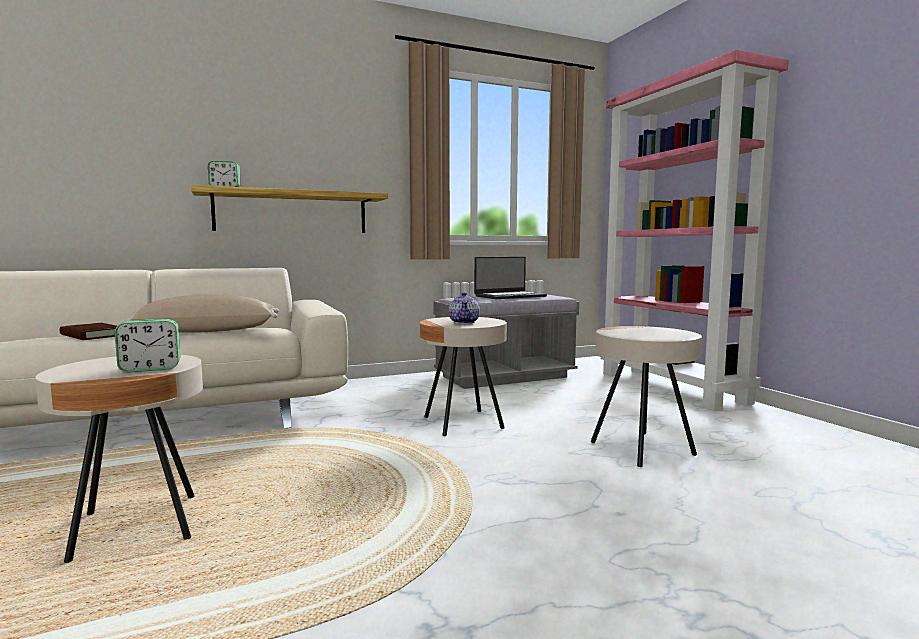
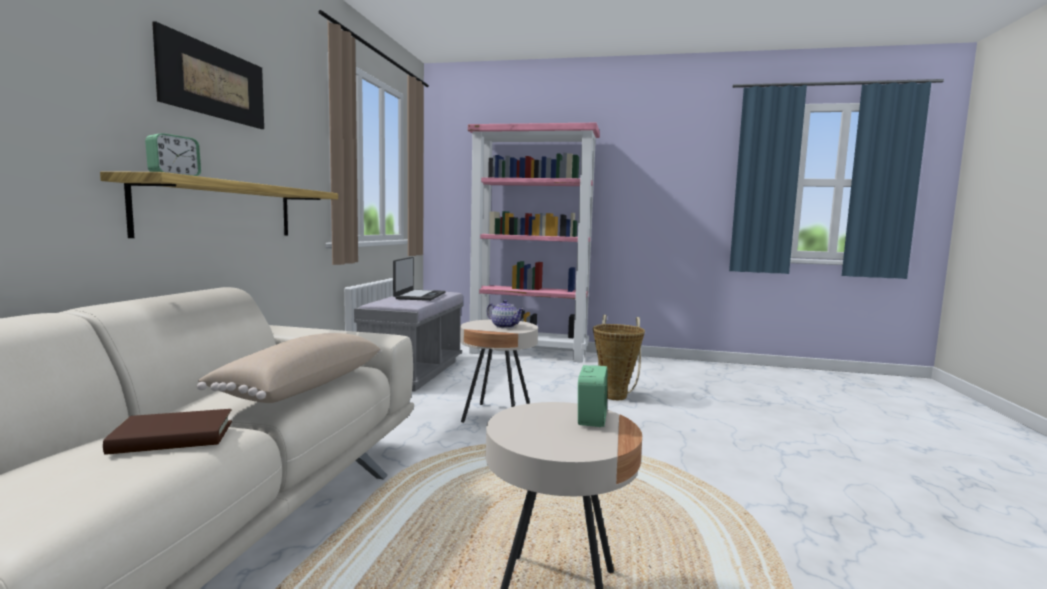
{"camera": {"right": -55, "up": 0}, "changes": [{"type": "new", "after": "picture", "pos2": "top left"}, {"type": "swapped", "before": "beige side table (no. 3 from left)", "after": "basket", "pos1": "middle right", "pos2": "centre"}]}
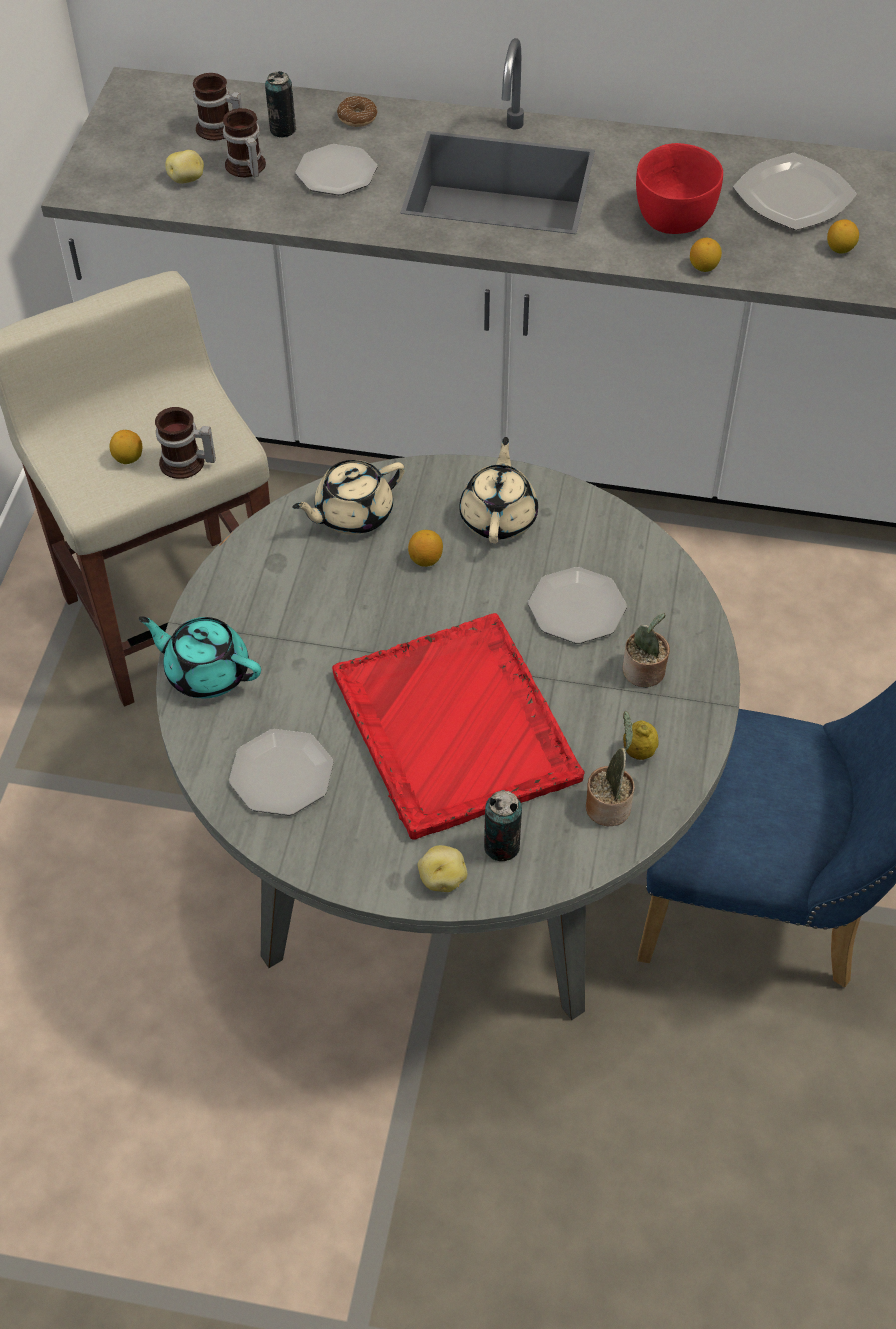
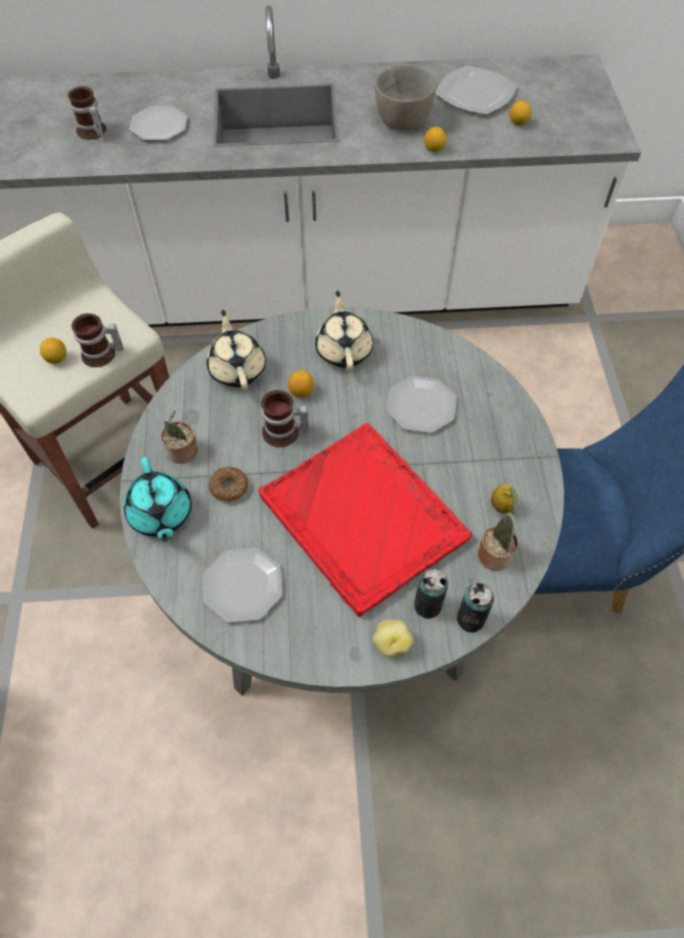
{"camera": {"right": -15, "up": 5}, "changes": [{"type": "gone", "before": "potato (no. 1 from left)", "pos1": "top left"}, {"type": "shifted", "before": "mug (no. 2 from left in the first image)", "after": "mug (no. 3 from left)", "pos1": "top left", "pos2": "centre"}, {"type": "shifted", "before": "can (no. 1 from left in the first image)", "after": "can (no. 2 from left)", "pos1": "top left", "pos2": "middle right"}, {"type": "shifted", "before": "donut", "pos1": "top centre", "pos2": "centre"}, {"type": "shifted", "before": "potted plant (no. 2 from left in the first image)", "after": "potted plant (no. 1 from left)", "pos1": "middle right", "pos2": "middle left"}, {"type": "repainted", "before": "red bowl", "after": "grey bowl", "pos1": "top right", "pos2": "top centre"}, {"type": "rotated", "before": "turquoise teapot", "pos1": "middle left", "pos2": "middle left", "turn": -120}, {"type": "rotated", "before": "beige teapot (no. 1 from left)", "pos1": "centre", "pos2": "centre", "turn": 120}]}
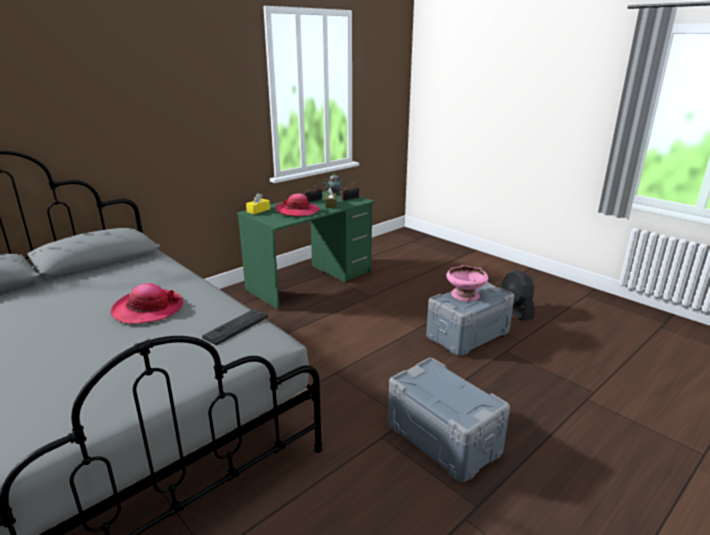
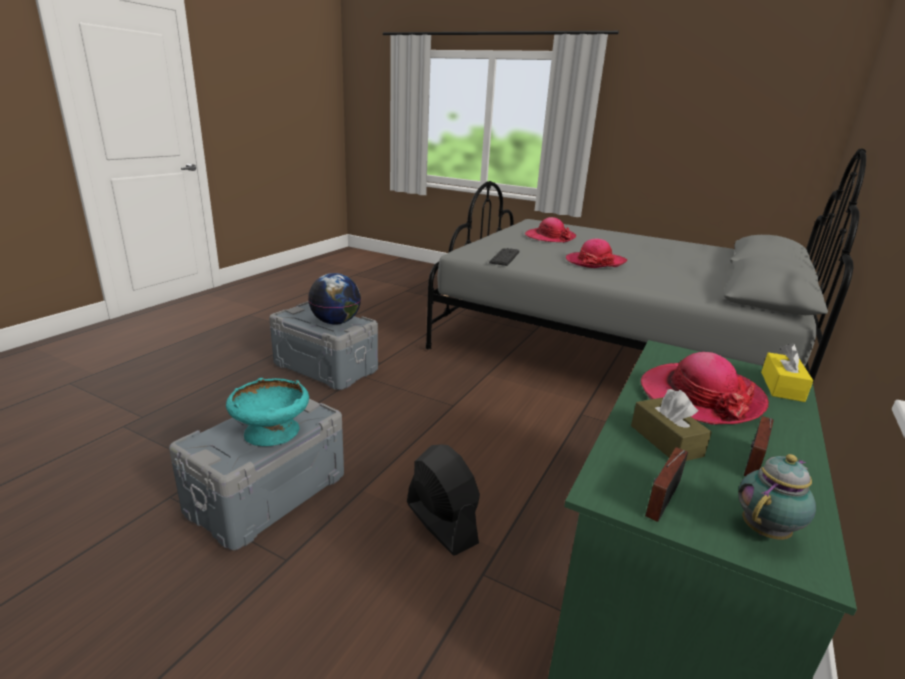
{"camera": {"right": 160, "up": 0}, "changes": [{"type": "new", "after": "globe", "pos2": "centre"}, {"type": "new", "after": "hat (no. 1 from left)", "pos2": "centre"}, {"type": "shifted", "before": "black fan", "pos1": "middle right", "pos2": "bottom centre"}, {"type": "repainted", "before": "pink bowl", "after": "turquoise bowl", "pos1": "centre", "pos2": "middle left"}]}
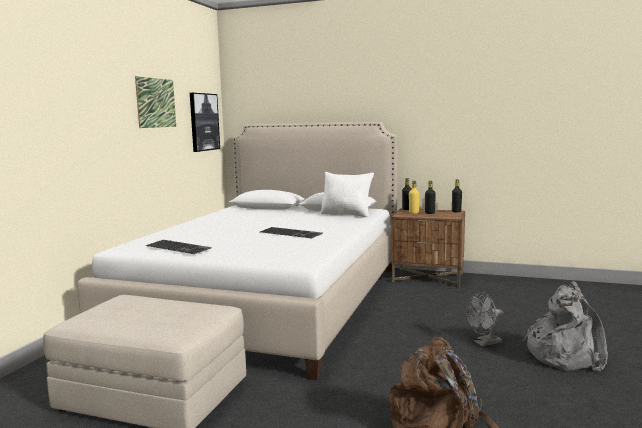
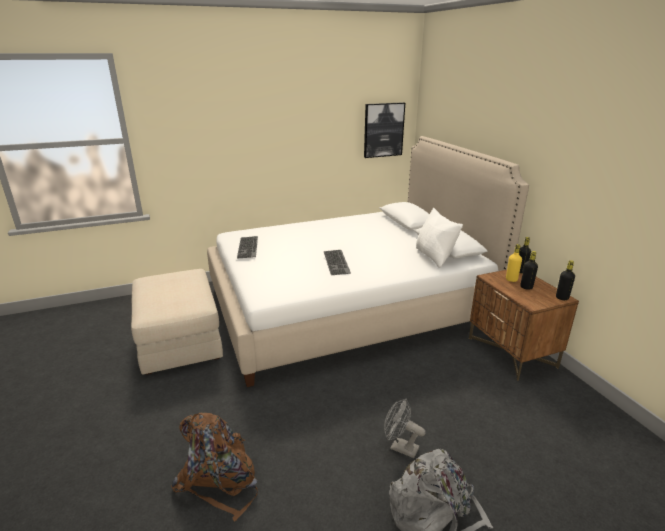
{"camera": {"right": 50, "up": 15}, "changes": [{"type": "gone", "before": "picture (no. 1 from left)", "pos1": "top left"}]}
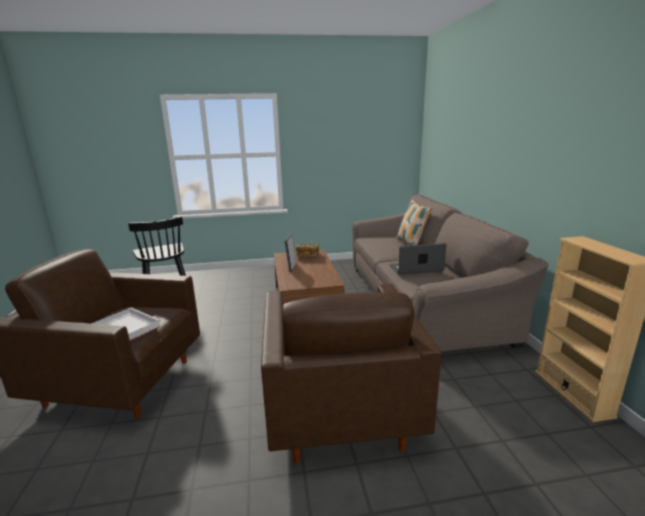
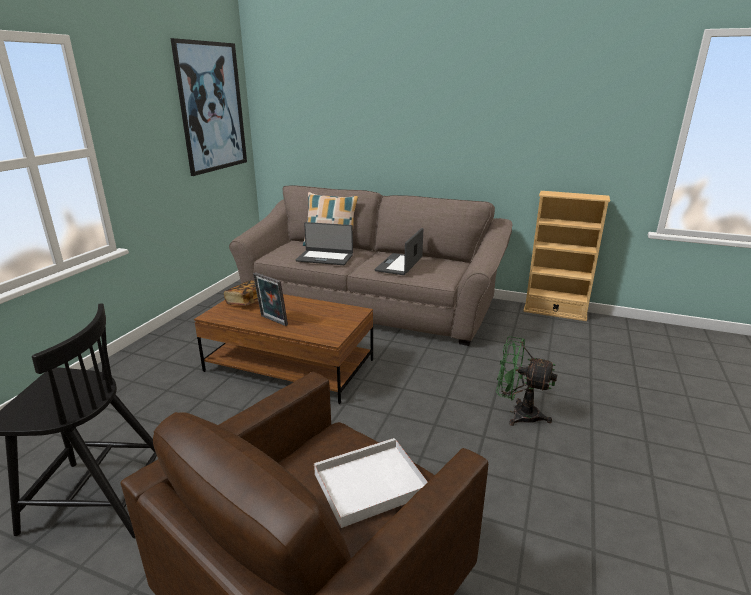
{"camera": {"right": -60, "up": 5}, "changes": [{"type": "new", "after": "picture", "pos2": "top left"}, {"type": "new", "after": "laptop (no. 1 from left)", "pos2": "centre"}, {"type": "swapped", "before": "brown armchair (no. 2 from left)", "after": "green fan", "pos1": "bottom centre", "pos2": "middle right"}]}
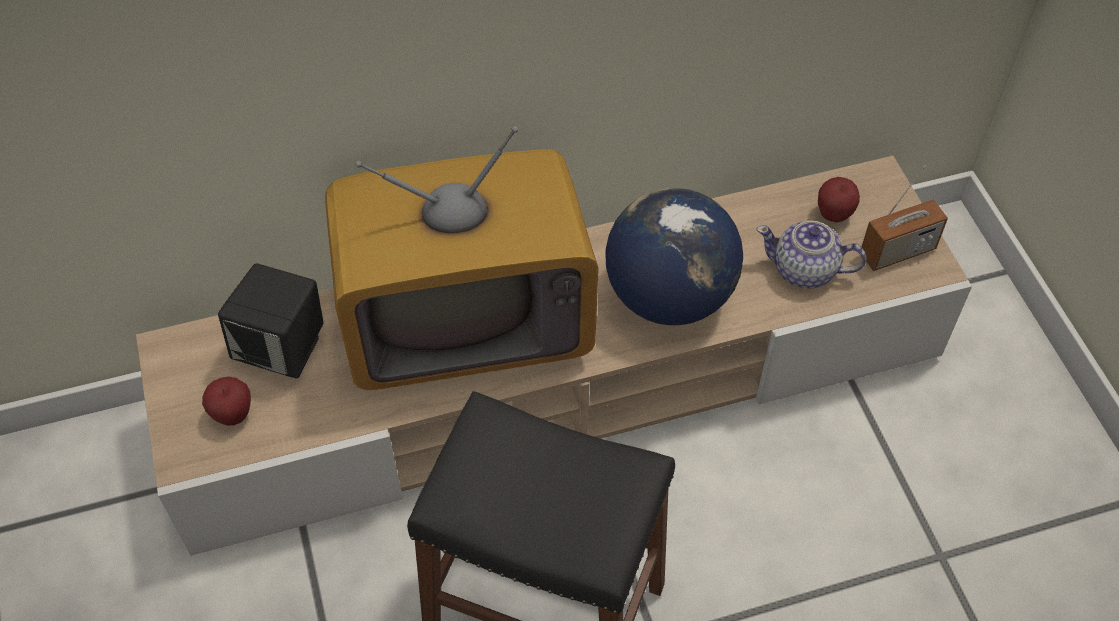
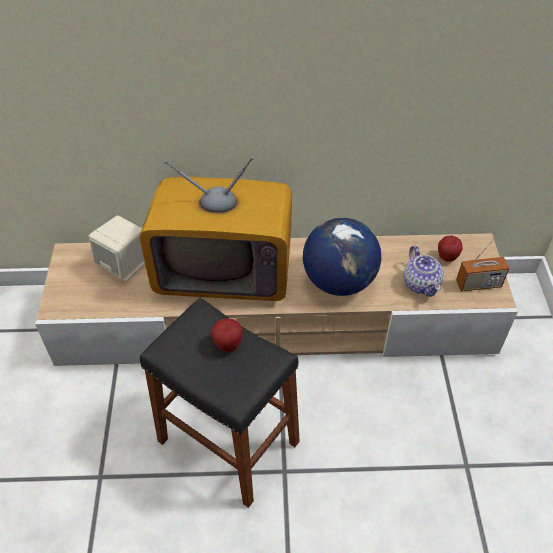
{"camera": {"right": 15, "up": -5}, "changes": [{"type": "shifted", "before": "apple (no. 1 from left)", "pos1": "middle left", "pos2": "centre"}, {"type": "repainted", "before": "black speaker", "after": "beige speaker", "pos1": "middle left", "pos2": "middle left"}, {"type": "rotated", "before": "teapot", "pos1": "middle right", "pos2": "middle right", "turn": -135}]}
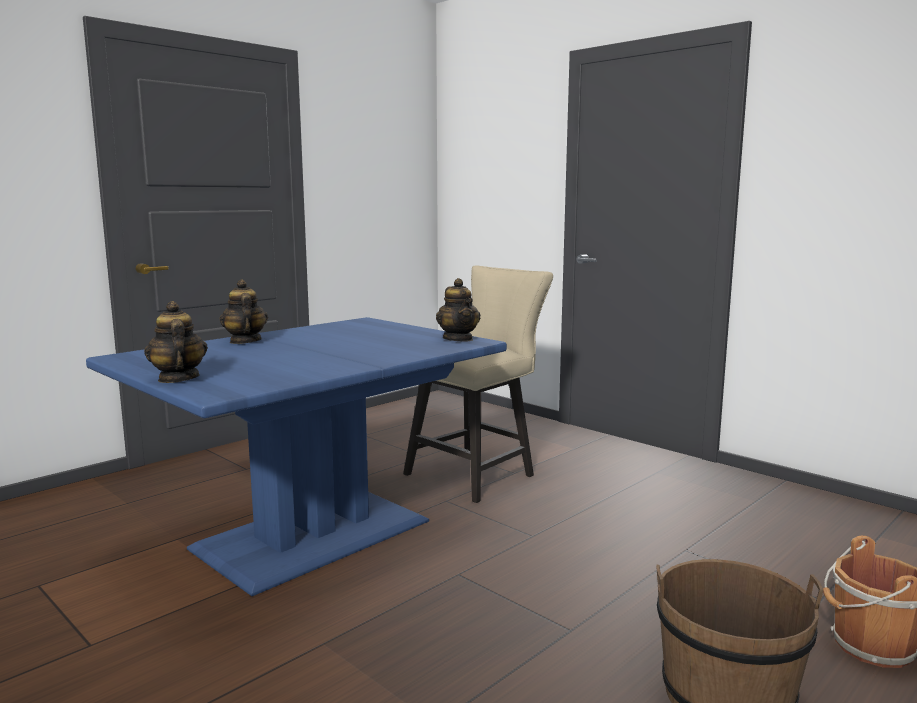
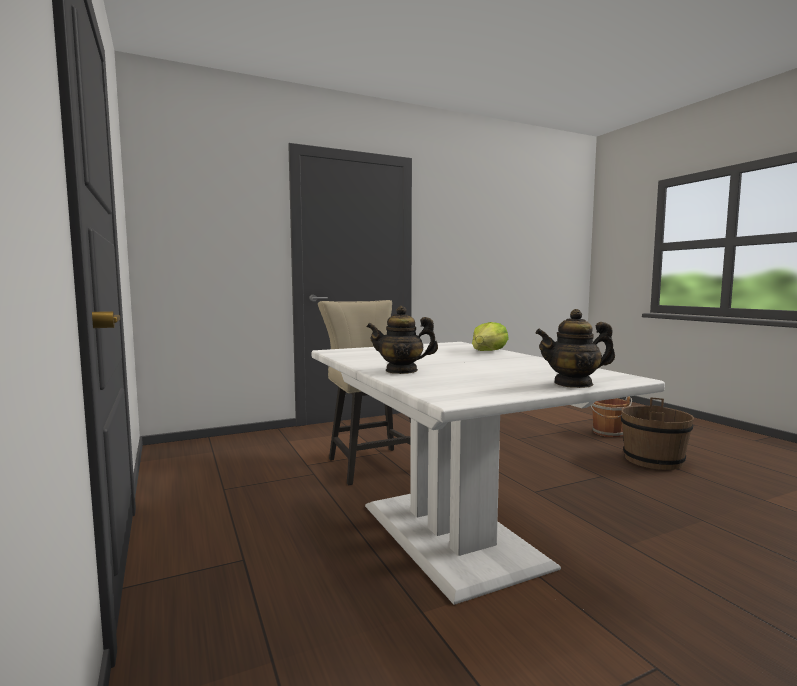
{"camera": {"right": -70, "up": -5}, "changes": [{"type": "gone", "before": "teapot (no. 3 from left)", "pos1": "centre"}, {"type": "new", "after": "lettuce", "pos2": "centre"}, {"type": "repainted", "before": "blue dining table", "after": "white dining table", "pos1": "middle left", "pos2": "bottom centre"}]}
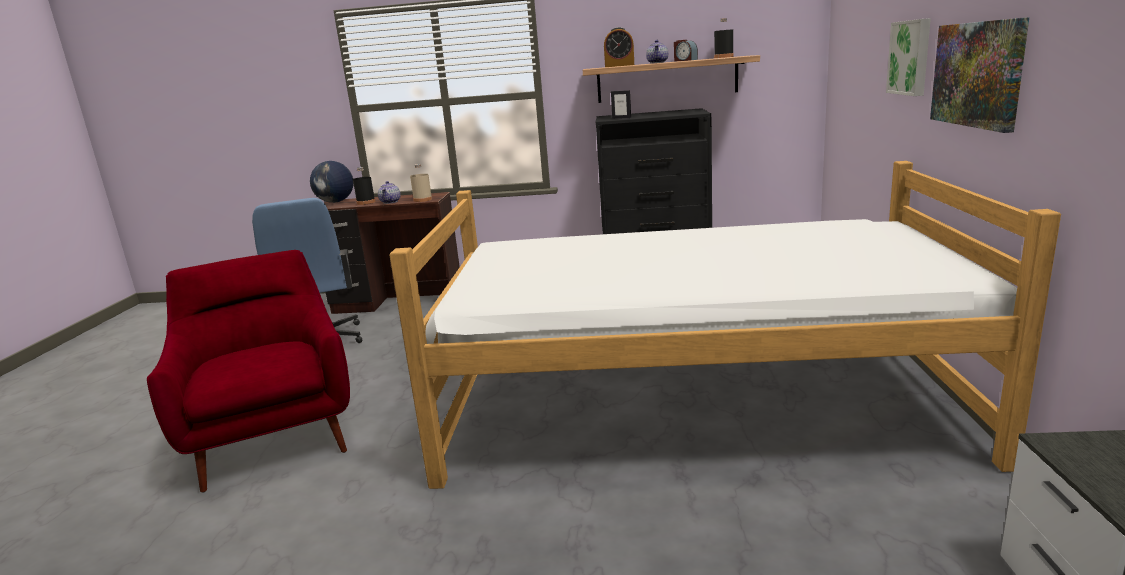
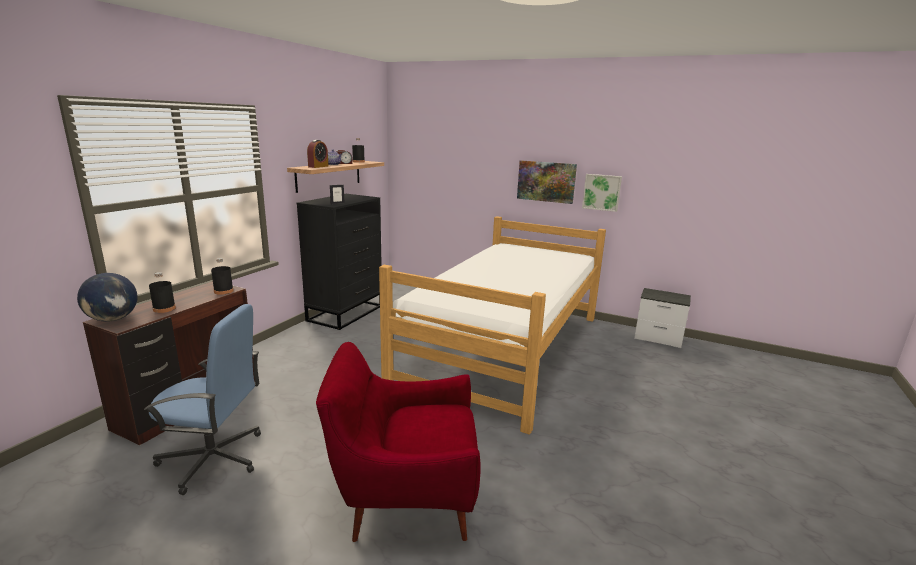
{"camera": {"right": -70, "up": 0}, "changes": [{"type": "gone", "before": "teapot (no. 1 from left)", "pos1": "centre"}, {"type": "shifted", "before": "picture (no. 1 from left in the first image)", "after": "picture (no. 2 from left)", "pos1": "top right", "pos2": "centre"}, {"type": "repainted", "before": "beige bottle", "after": "black bottle (no. 2 from left)", "pos1": "top centre", "pos2": "middle left"}]}
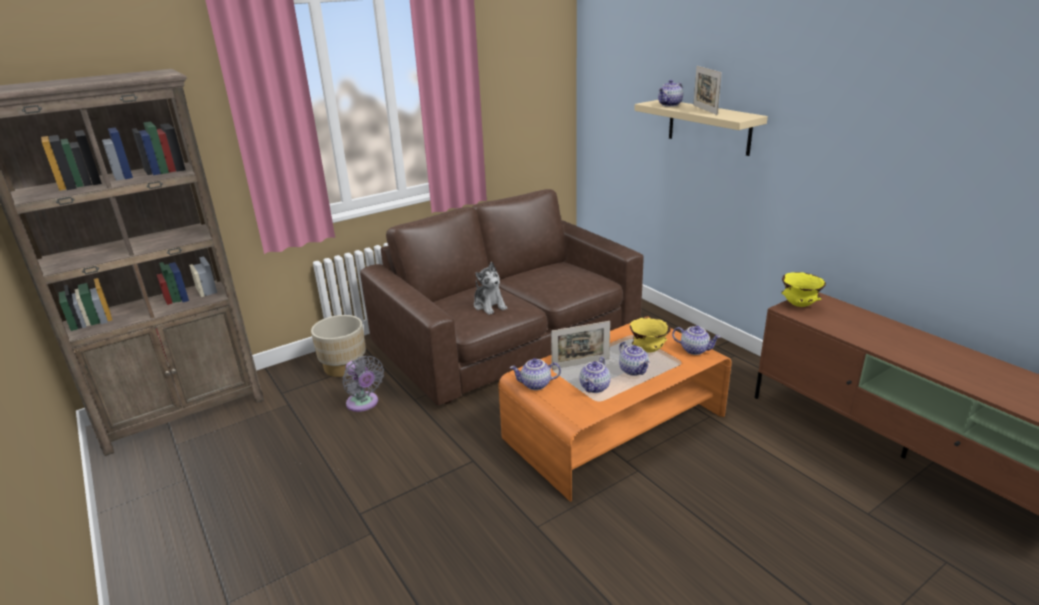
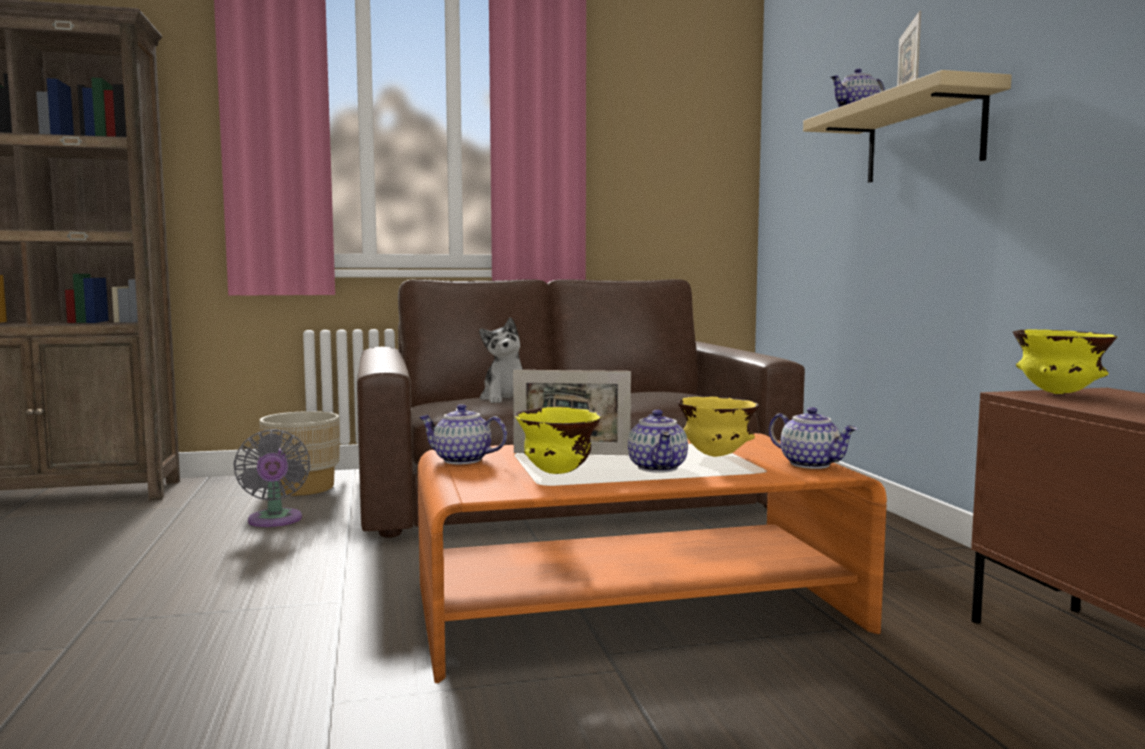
{"camera": {"right": 20, "up": -20}, "changes": [{"type": "swapped", "before": "teapot (no. 2 from left)", "after": "yellow bowl (no. 1 from left)", "pos1": "centre", "pos2": "centre"}]}
